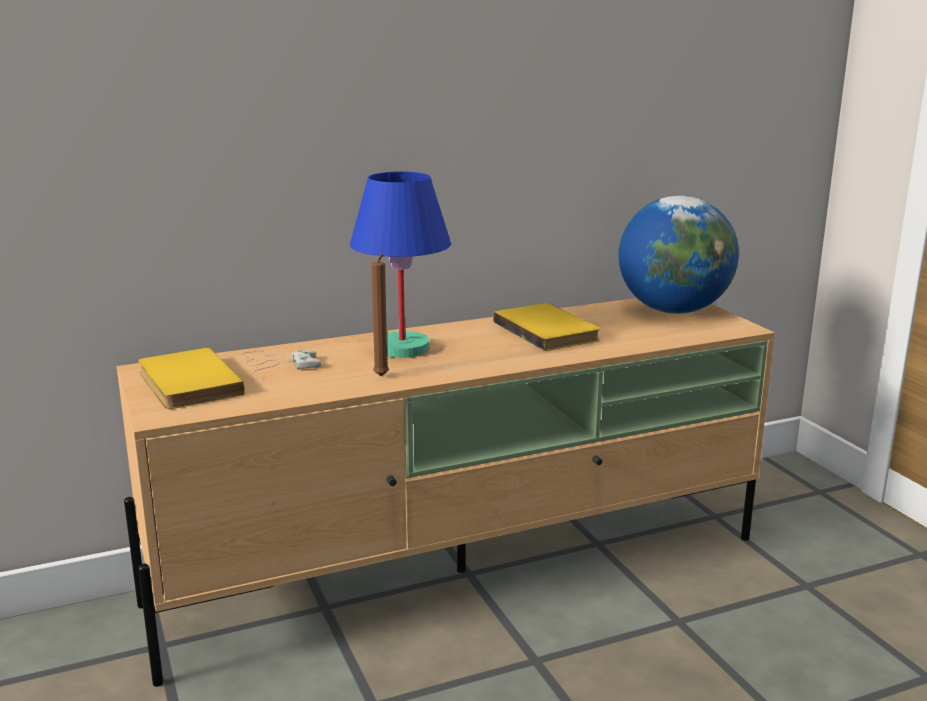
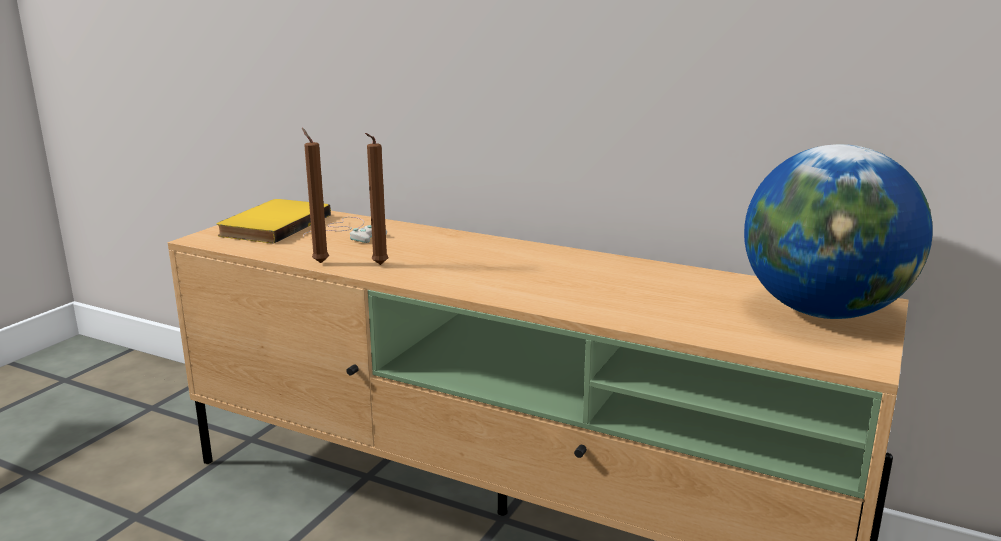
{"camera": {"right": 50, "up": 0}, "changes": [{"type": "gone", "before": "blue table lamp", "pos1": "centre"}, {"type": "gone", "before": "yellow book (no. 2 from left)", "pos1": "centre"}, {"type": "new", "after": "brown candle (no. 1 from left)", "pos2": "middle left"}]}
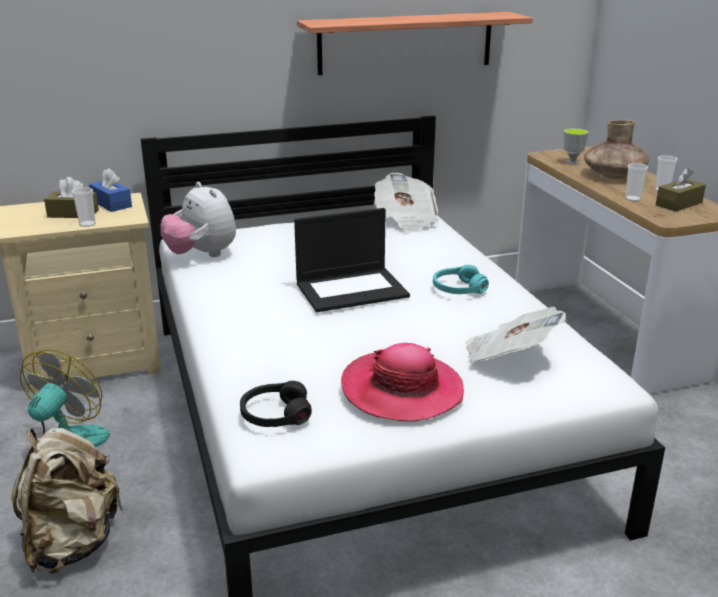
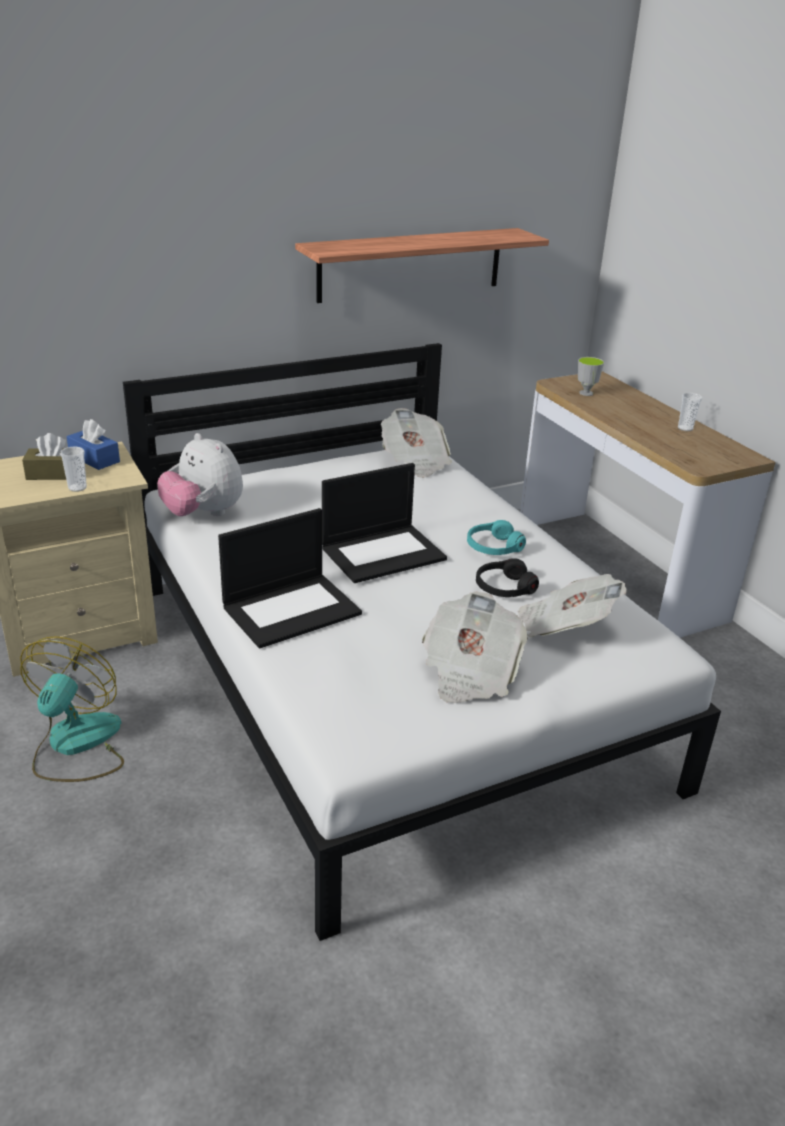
{"camera": {"right": -10, "up": 5}, "changes": [{"type": "gone", "before": "beige backpack", "pos1": "bottom left"}, {"type": "gone", "before": "brown vase", "pos1": "top right"}, {"type": "gone", "before": "cup (no. 3 from left)", "pos1": "top right"}, {"type": "gone", "before": "brown tissue box (no. 2 from left)", "pos1": "top right"}, {"type": "new", "after": "laptop (no. 1 from left)", "pos2": "centre"}, {"type": "shifted", "before": "black headphones", "pos1": "bottom centre", "pos2": "centre"}, {"type": "swapped", "before": "hat", "after": "newspaper (no. 2 from left)", "pos1": "centre", "pos2": "centre"}]}
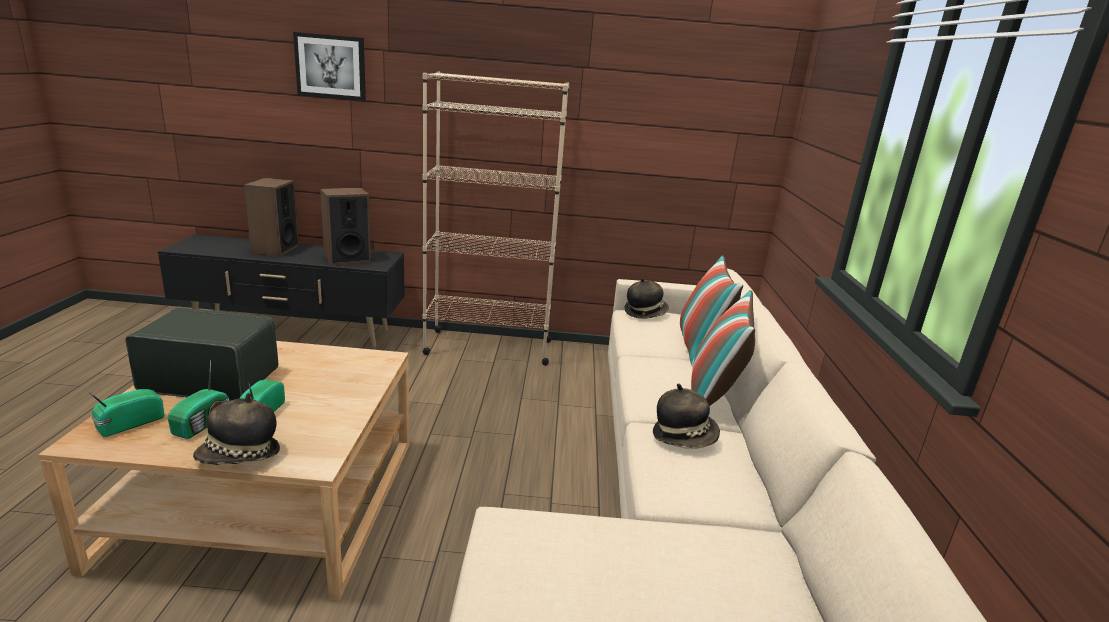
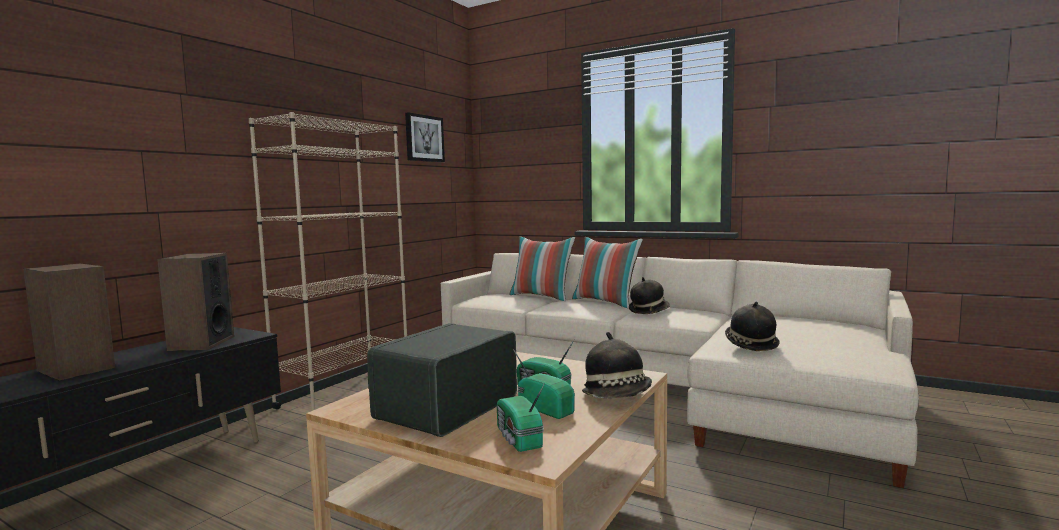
{"camera": {"right": -60, "up": -15}, "changes": [{"type": "shifted", "before": "picture", "pos1": "top left", "pos2": "top centre"}, {"type": "shifted", "before": "hat (no. 2 from left in the first image)", "after": "hat (no. 3 from left)", "pos1": "centre", "pos2": "middle right"}]}
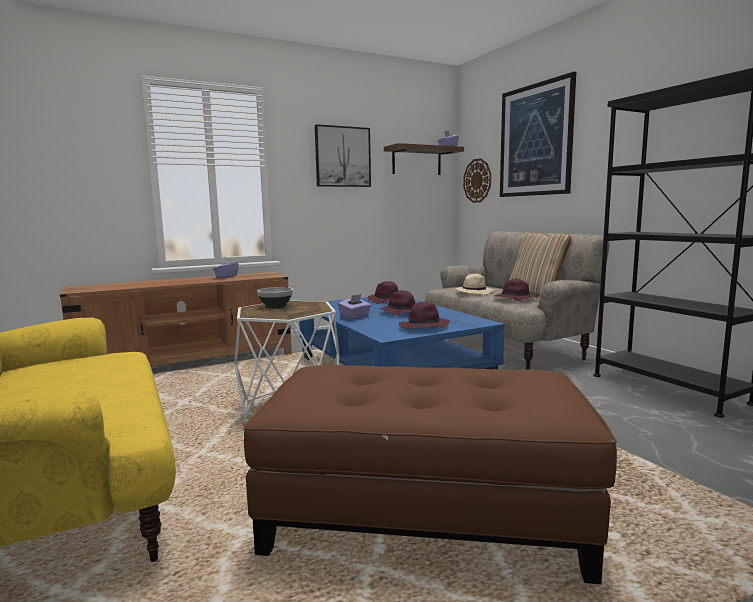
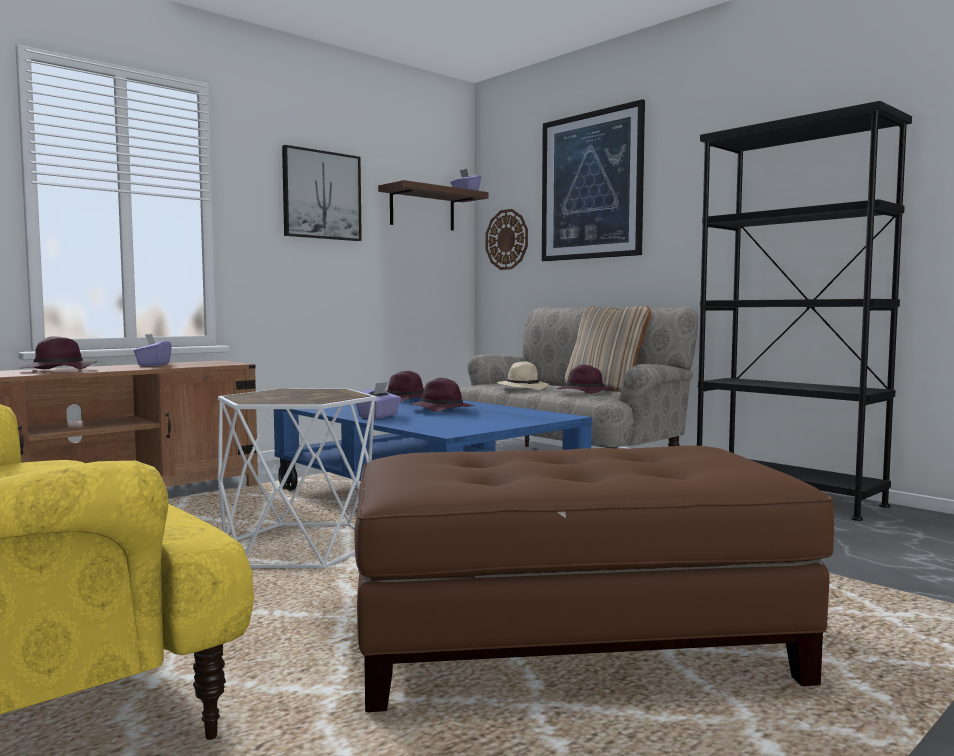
{"camera": {"right": -15, "up": -5}, "changes": [{"type": "gone", "before": "bowl", "pos1": "centre"}, {"type": "shifted", "before": "purple hat (no. 3 from left in the first image)", "after": "purple hat (no. 1 from left)", "pos1": "centre", "pos2": "middle left"}]}
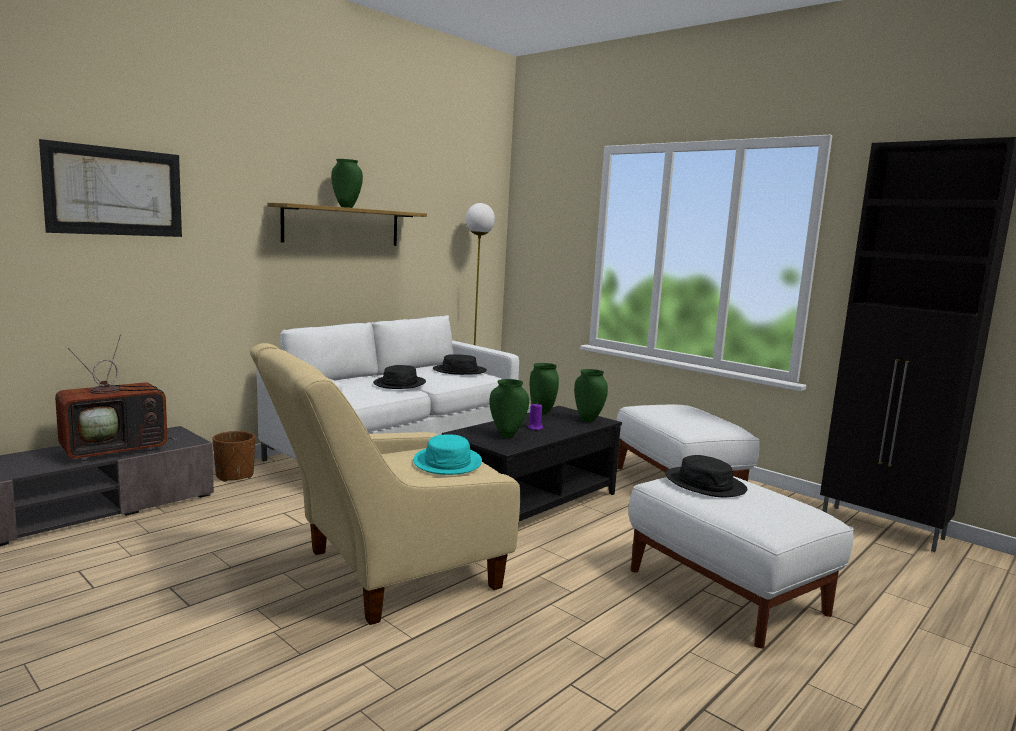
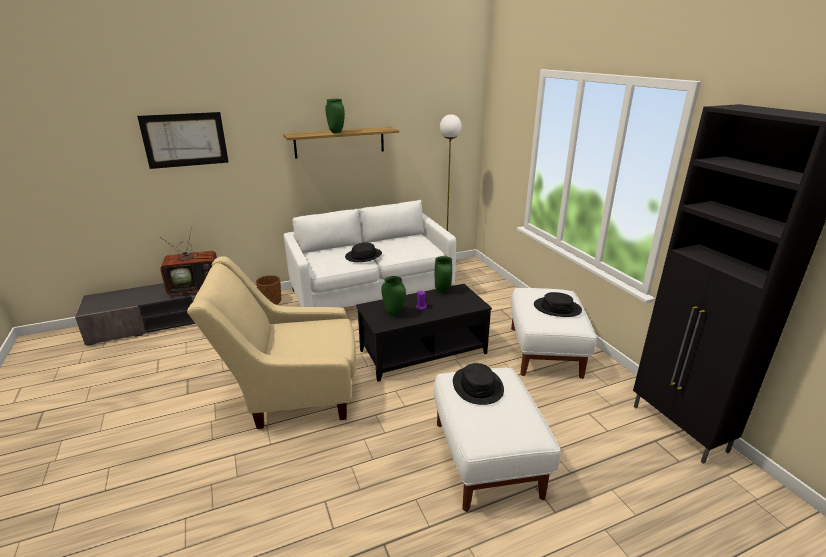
{"camera": {"right": 25, "up": 15}, "changes": [{"type": "gone", "before": "turquoise hat", "pos1": "centre"}, {"type": "gone", "before": "green vase (no. 4 from left)", "pos1": "centre"}, {"type": "shifted", "before": "black hat (no. 2 from left in the first image)", "after": "black hat (no. 3 from left)", "pos1": "centre", "pos2": "middle right"}]}
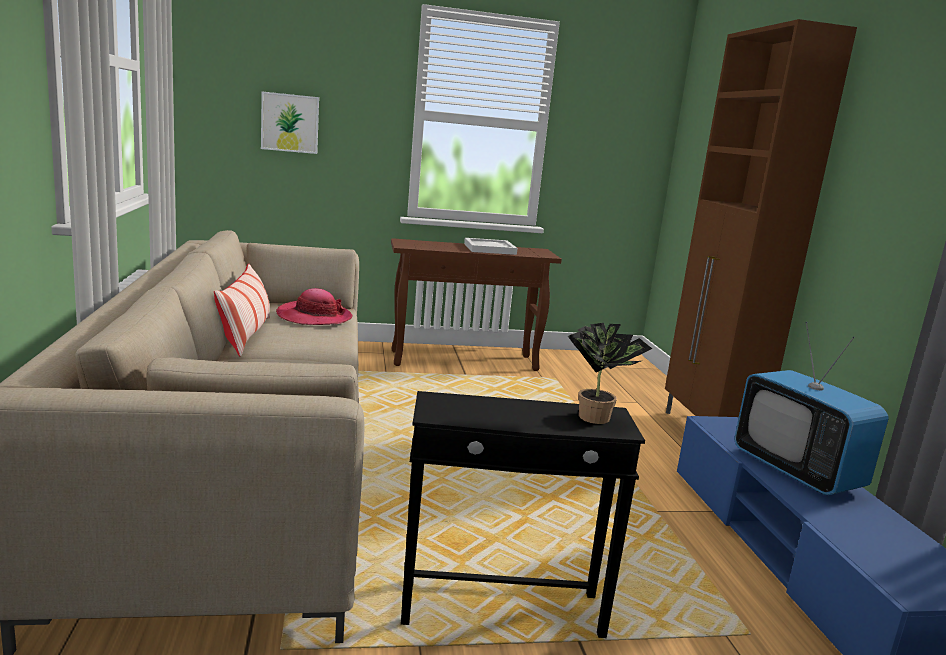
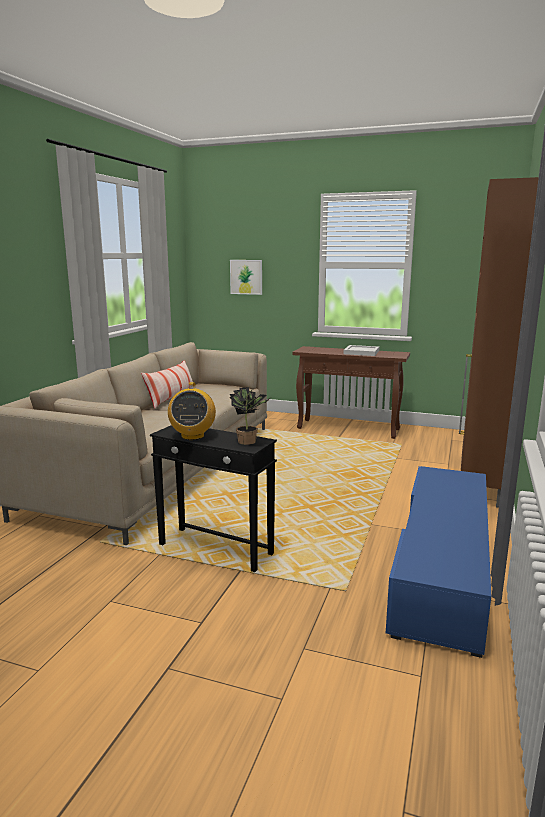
{"camera": {"right": 30, "up": 0}, "changes": [{"type": "gone", "before": "hat", "pos1": "middle left"}, {"type": "gone", "before": "television", "pos1": "middle right"}, {"type": "new", "after": "radio", "pos2": "centre"}]}
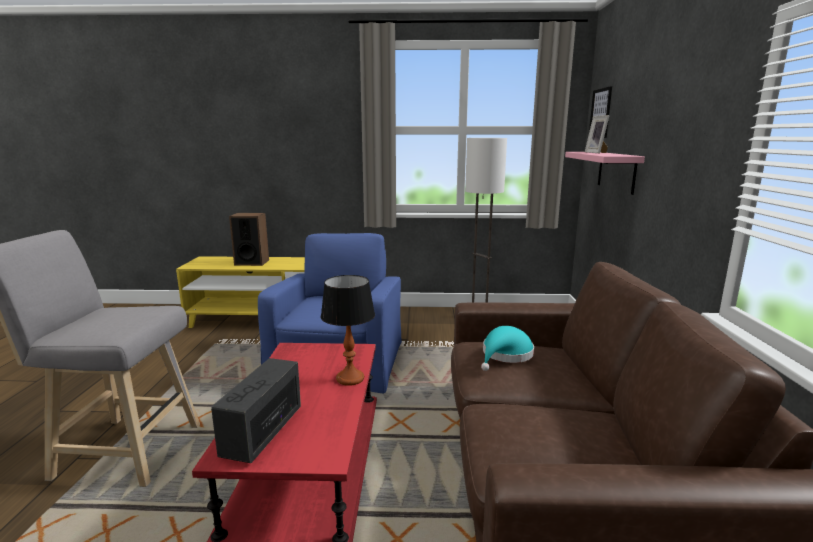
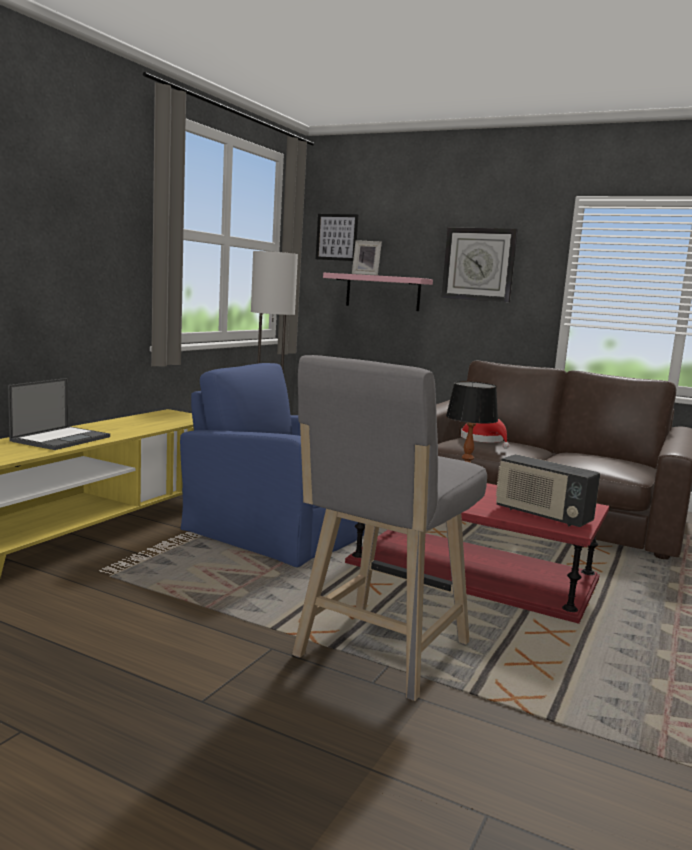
{"camera": {"right": -65, "up": -5}, "changes": [{"type": "new", "after": "wall clock", "pos2": "top right"}, {"type": "swapped", "before": "speaker", "after": "laptop", "pos1": "middle left", "pos2": "middle left"}, {"type": "repainted", "before": "turquoise hat", "after": "red hat", "pos1": "centre", "pos2": "middle right"}]}
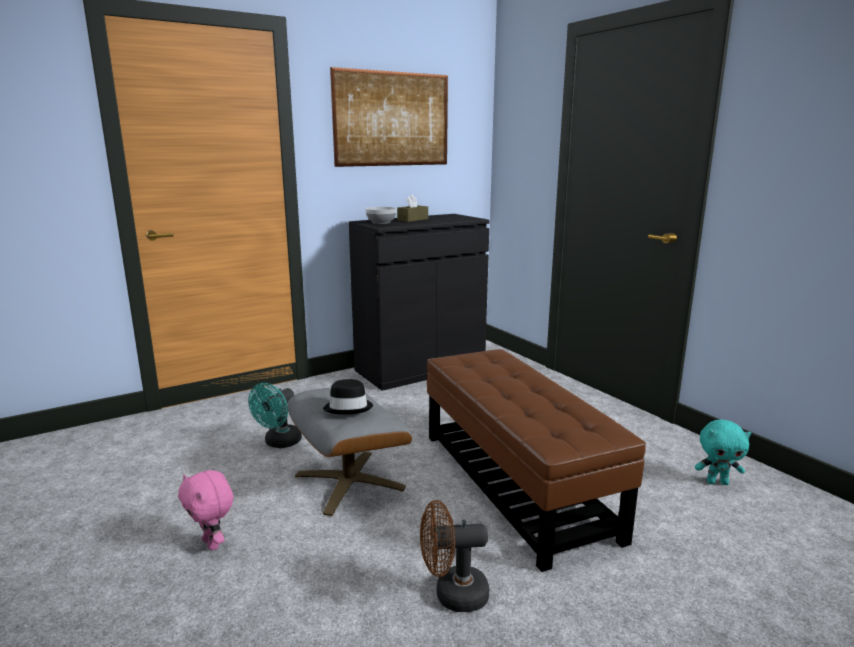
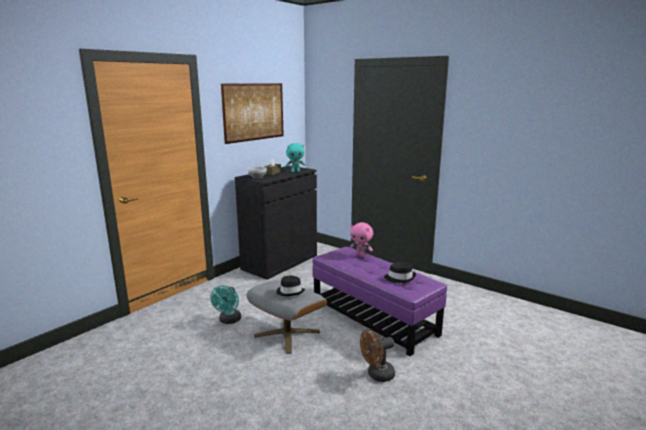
{"camera": {"right": -20, "up": 0}, "changes": [{"type": "new", "after": "black hat (no. 2 from left)", "pos2": "centre"}, {"type": "shifted", "before": "pink plush toy", "pos1": "bottom left", "pos2": "centre"}, {"type": "shifted", "before": "turquoise plush toy", "pos1": "bottom right", "pos2": "centre"}, {"type": "repainted", "before": "brown ottoman", "after": "purple ottoman", "pos1": "bottom centre", "pos2": "bottom centre"}]}
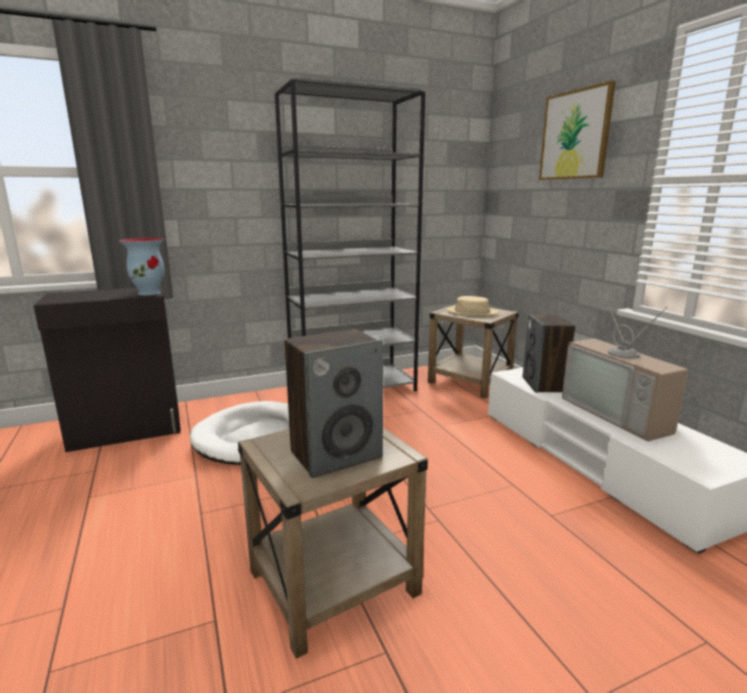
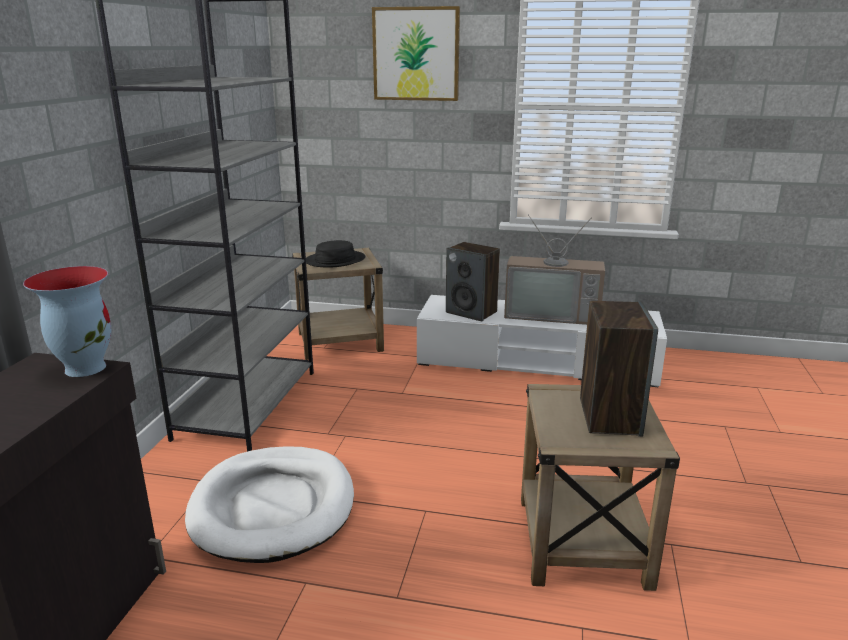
{"camera": {"right": -55, "up": 5}, "changes": [{"type": "repainted", "before": "beige hat", "after": "black hat", "pos1": "centre", "pos2": "centre"}]}
